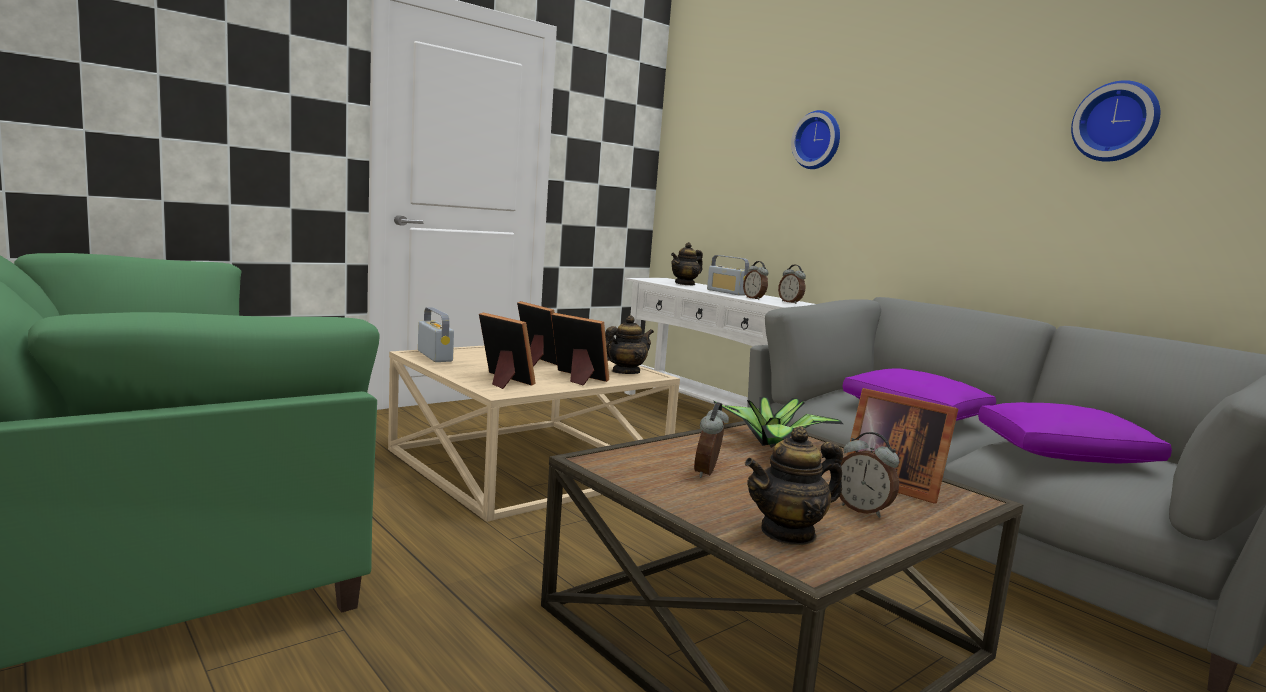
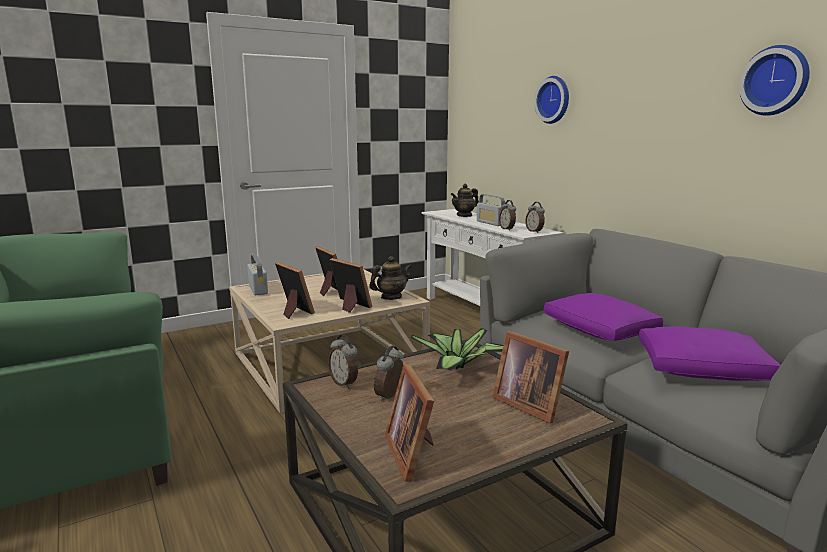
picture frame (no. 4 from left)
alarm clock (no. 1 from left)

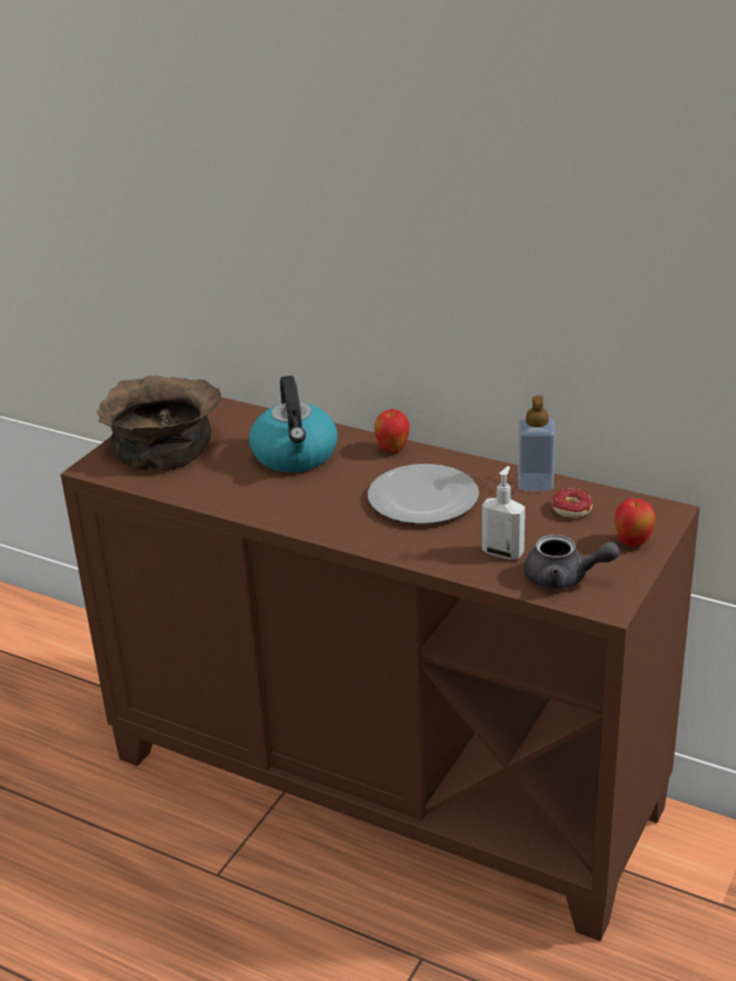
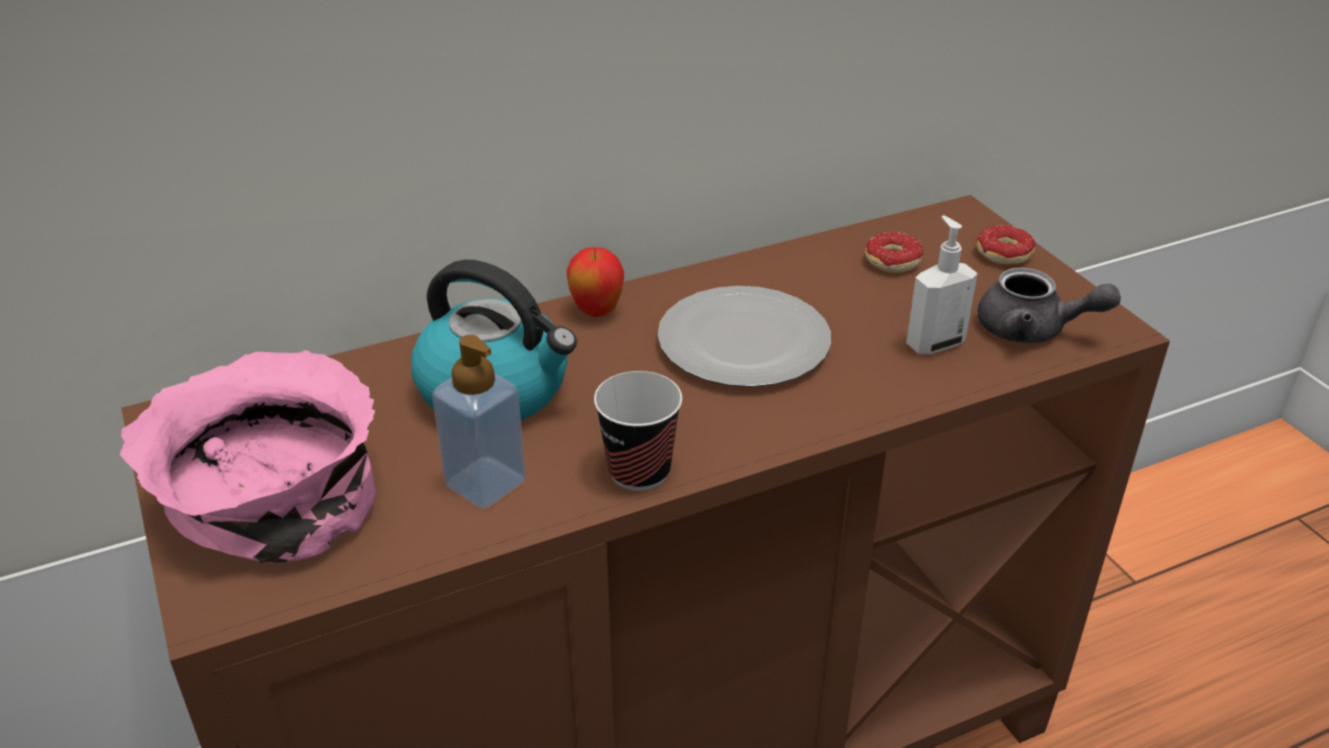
bowl in pink
soap dispenser (no. 1 from left)
donut (no. 2 from left)
teapot in grey
cup

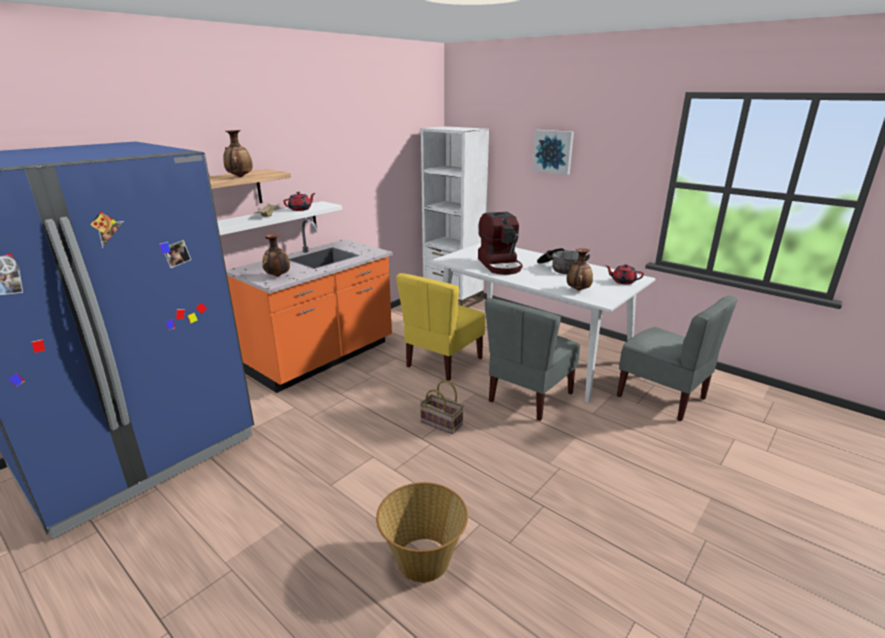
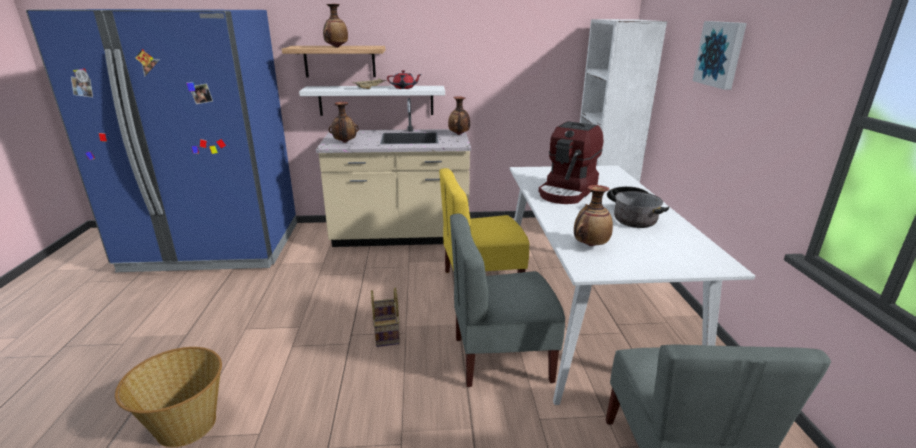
counter in beige
teapot in red (no. 2 from left in the first image)
vase (no. 3 from left)

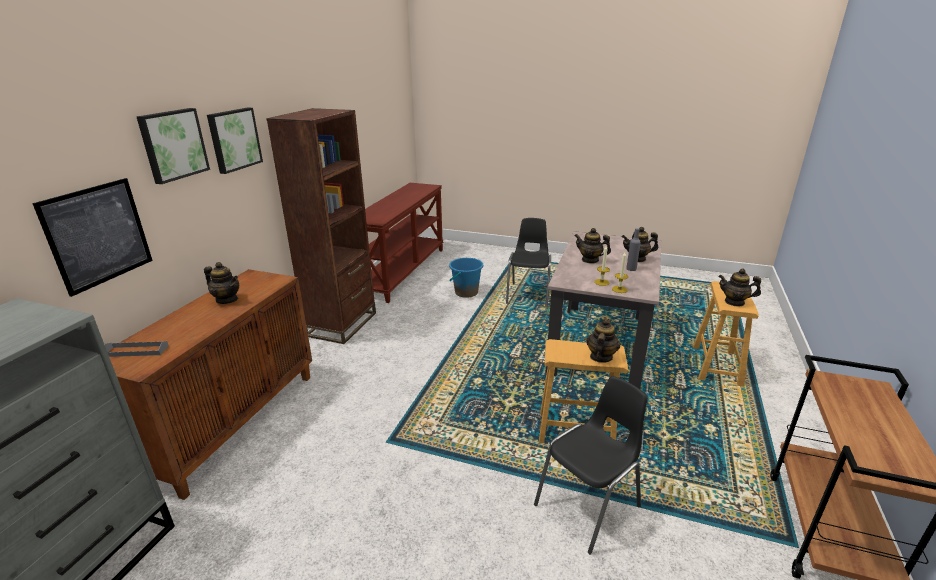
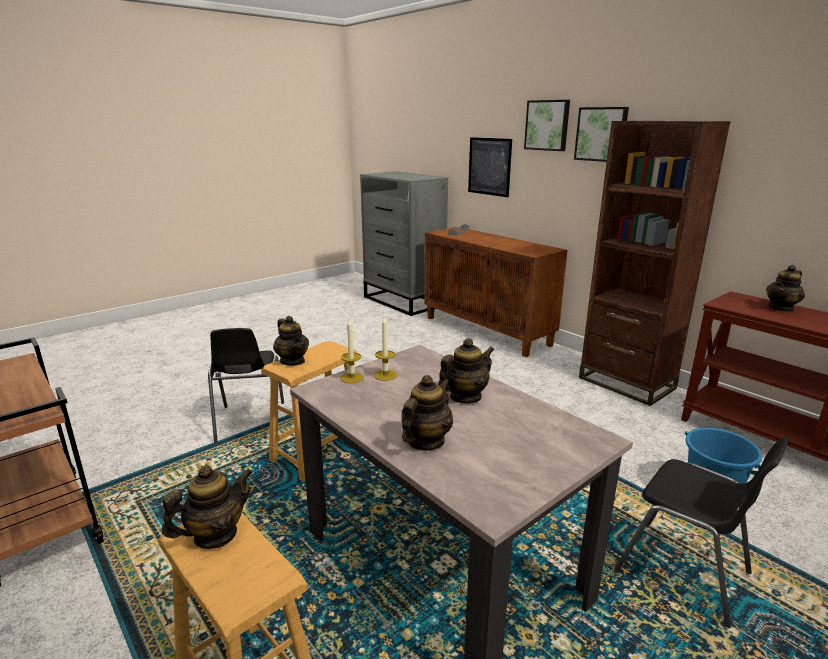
bottle in grey
teapot (no. 5 from left)

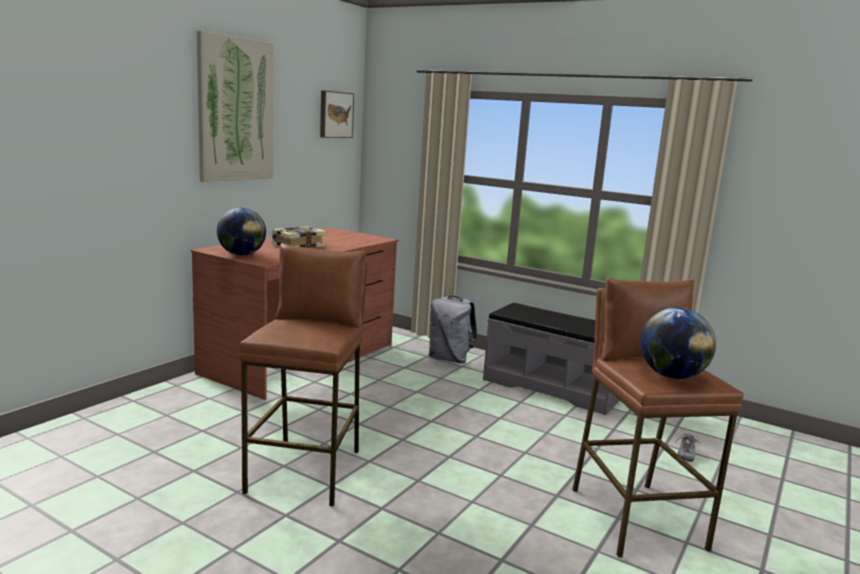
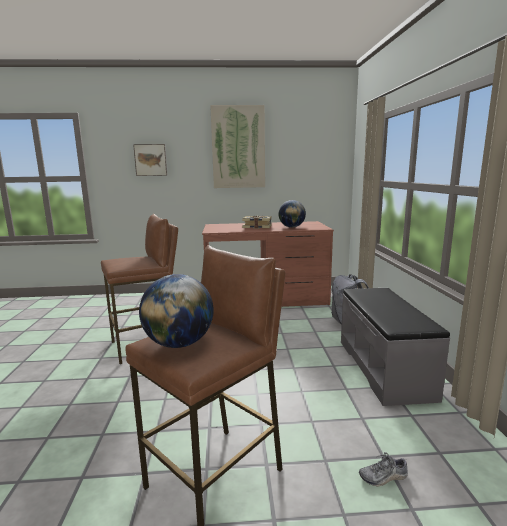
picture (no. 1 from left)
globe (no. 2 from left)

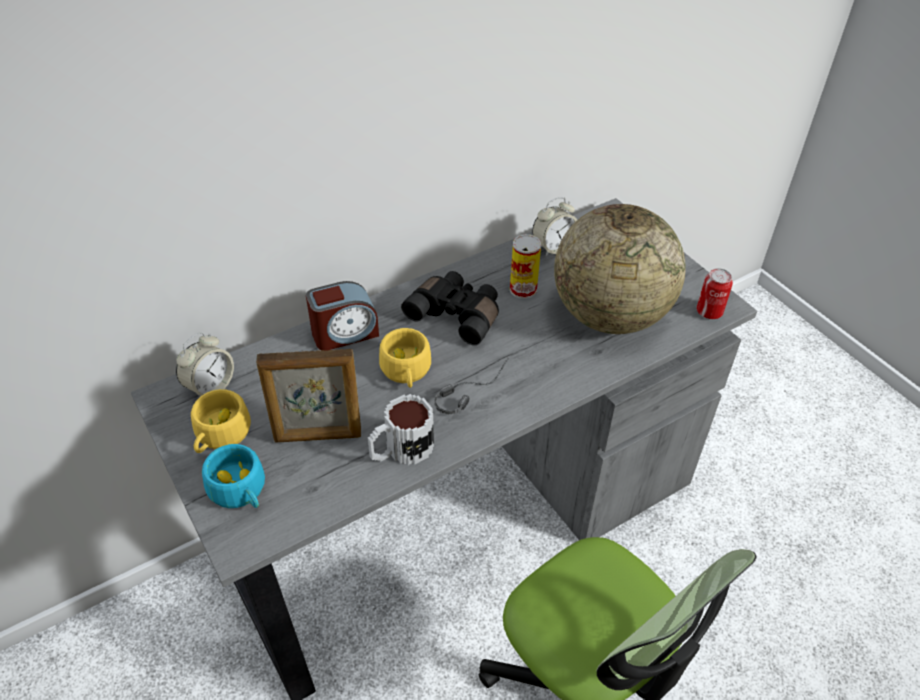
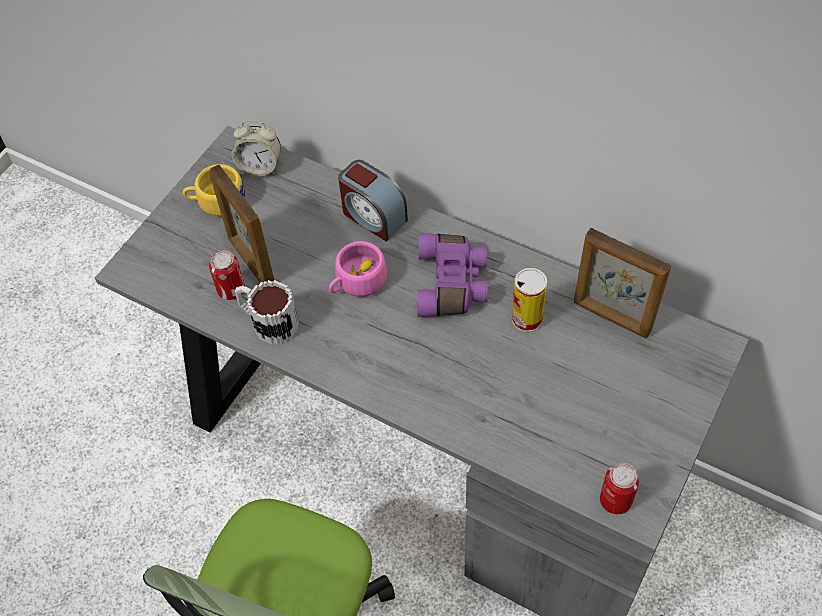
picture frame (no. 2 from left)
globe
binoculars in purple
cup in pink
headphones
cup in turquoise
can (no. 1 from left)

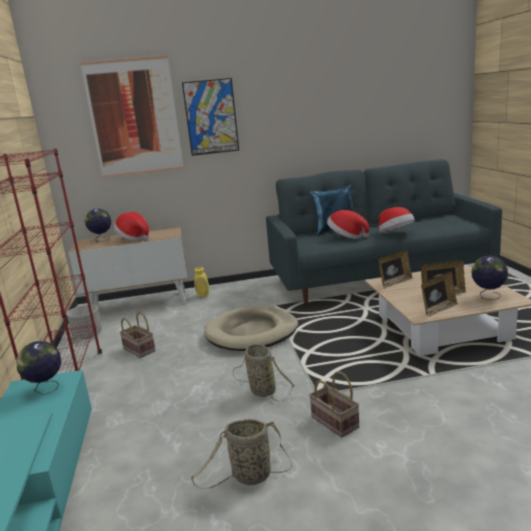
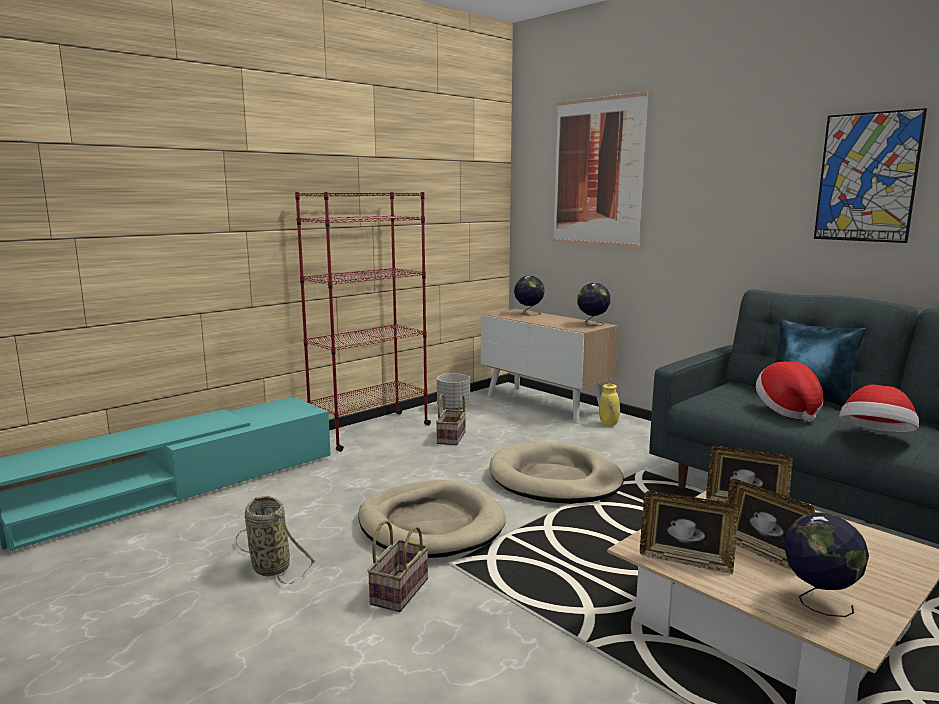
picture (no. 2 from left)
hat (no. 1 from left in the first image)
globe (no. 2 from left)
dog bed in beige (no. 1 from left)

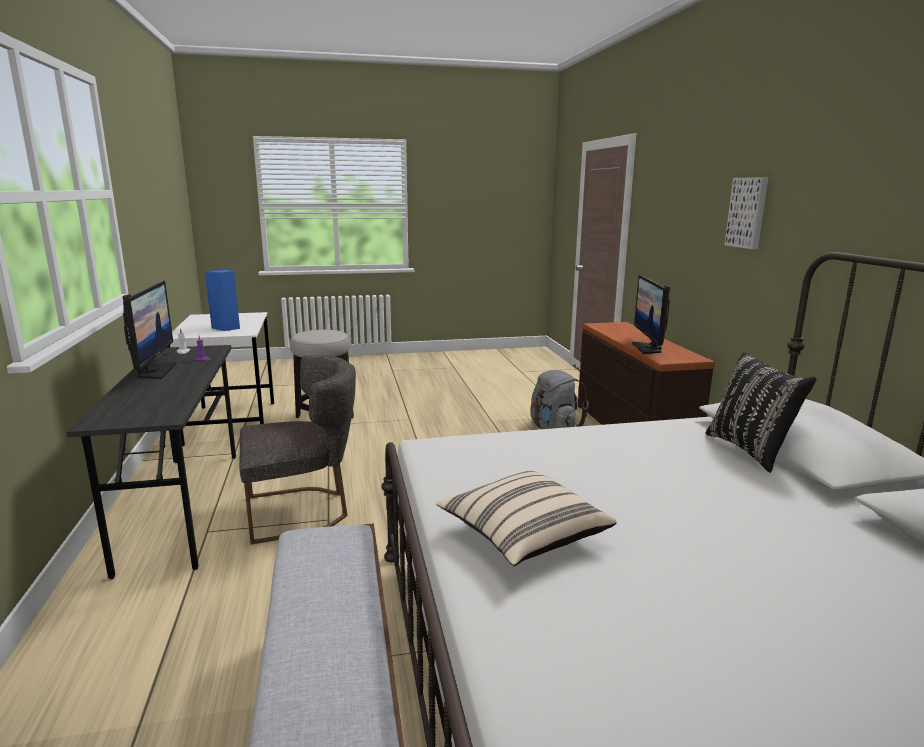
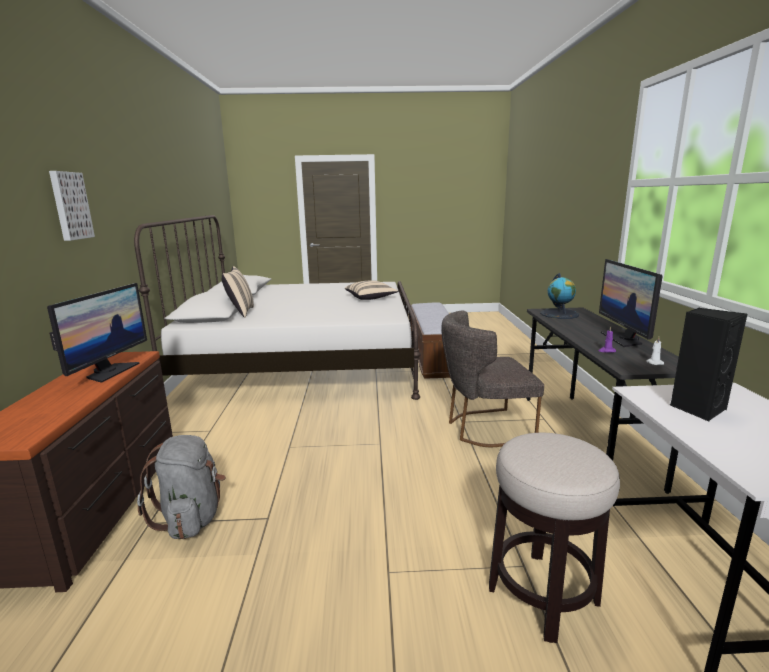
speaker in black
pillow in beige (no. 1 from left)
globe

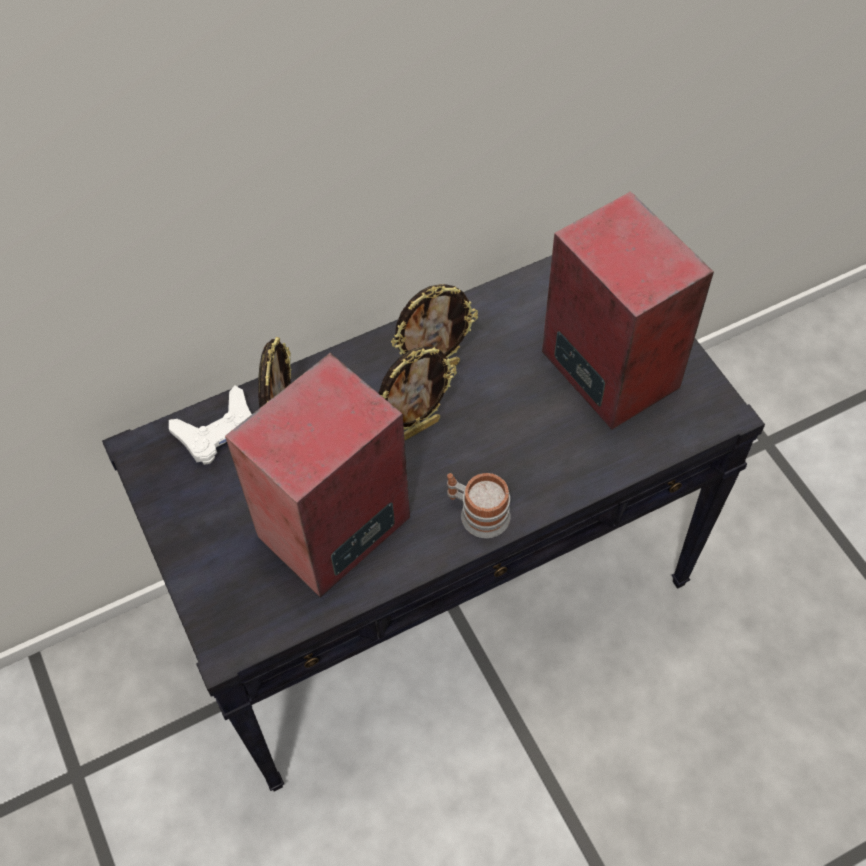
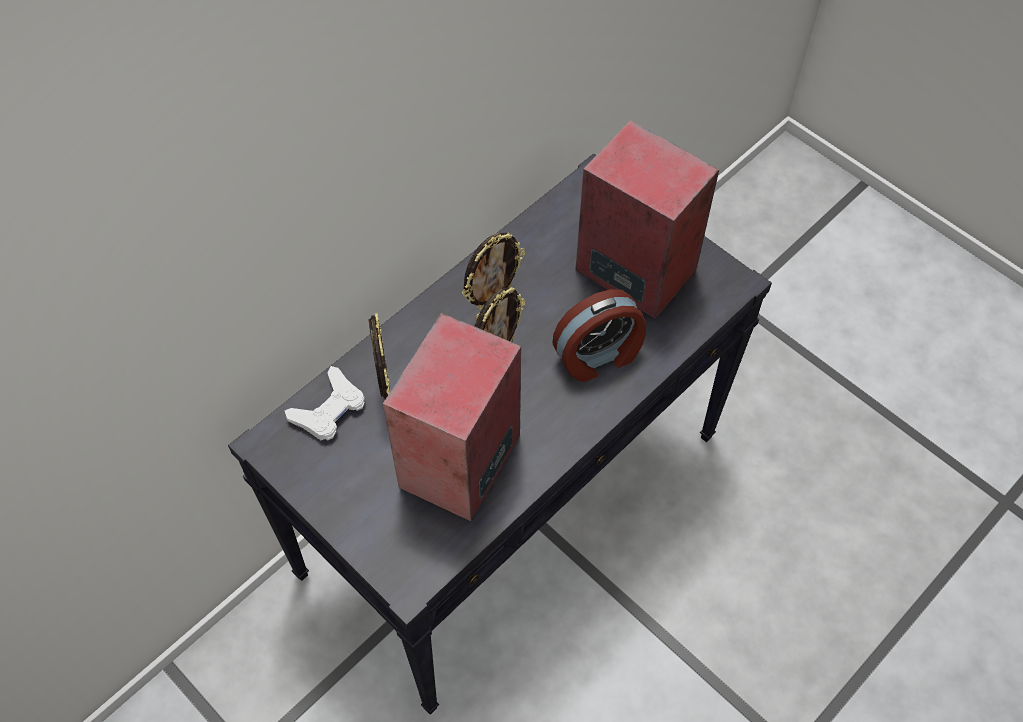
mug
alarm clock

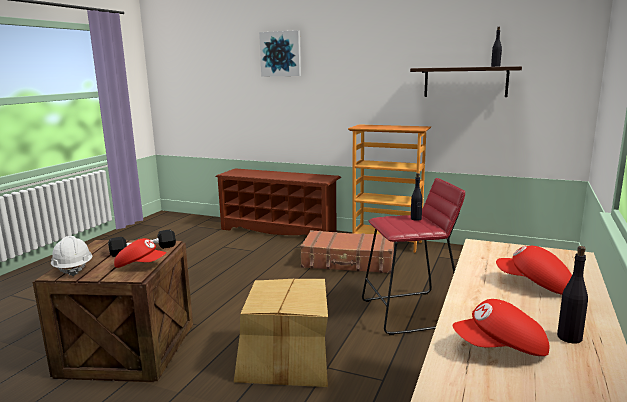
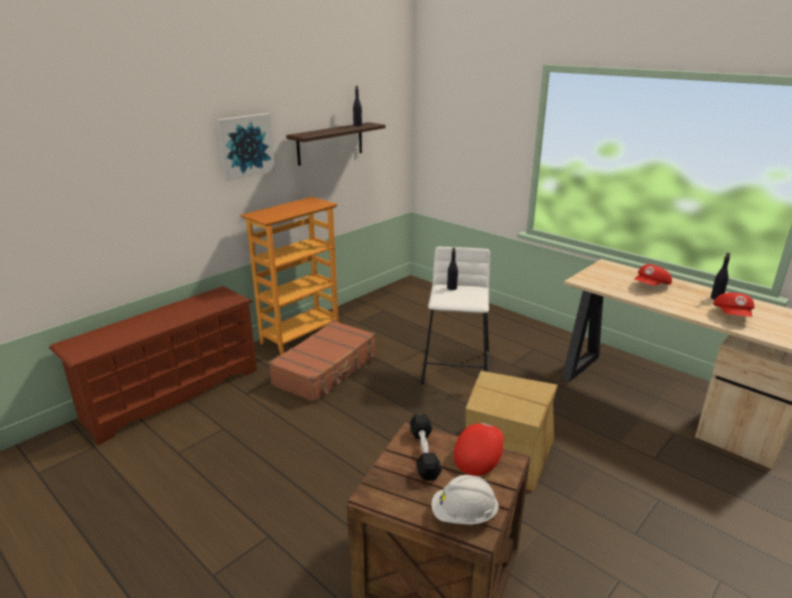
picture
stool in white

